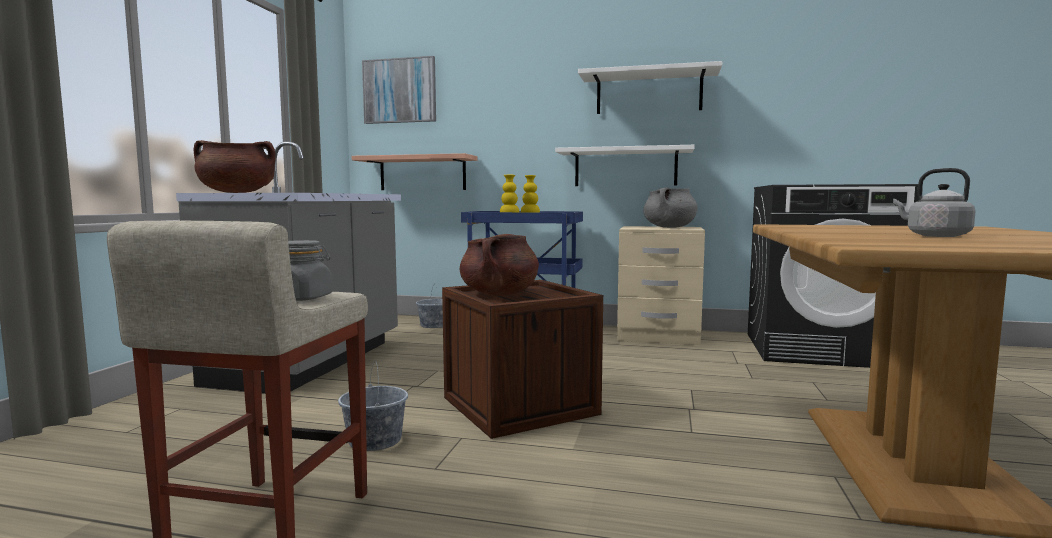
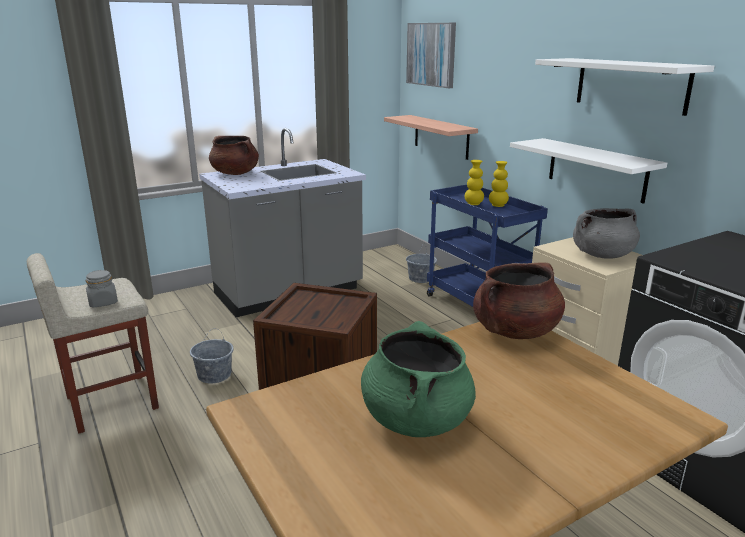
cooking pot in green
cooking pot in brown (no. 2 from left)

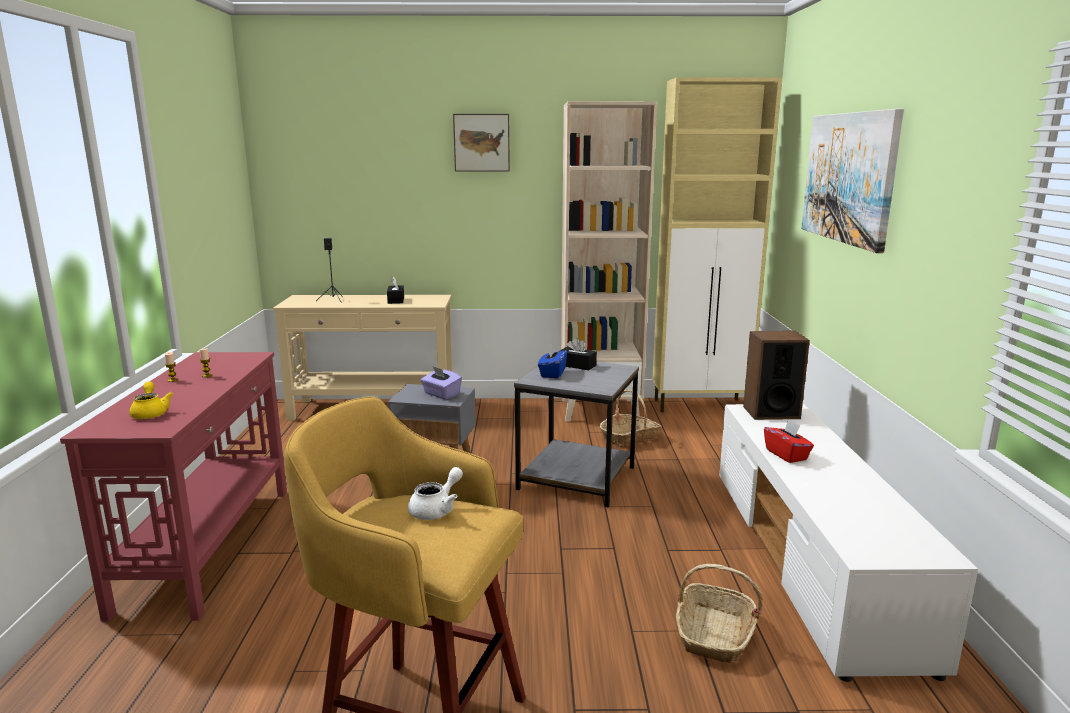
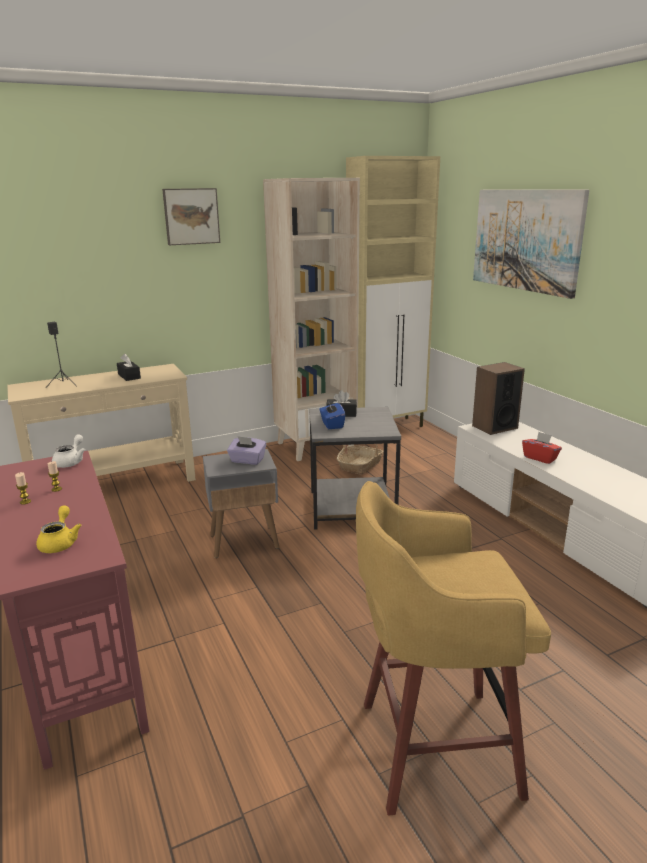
teapot in yellow
teapot in white
basket (no. 2 from left in the first image)

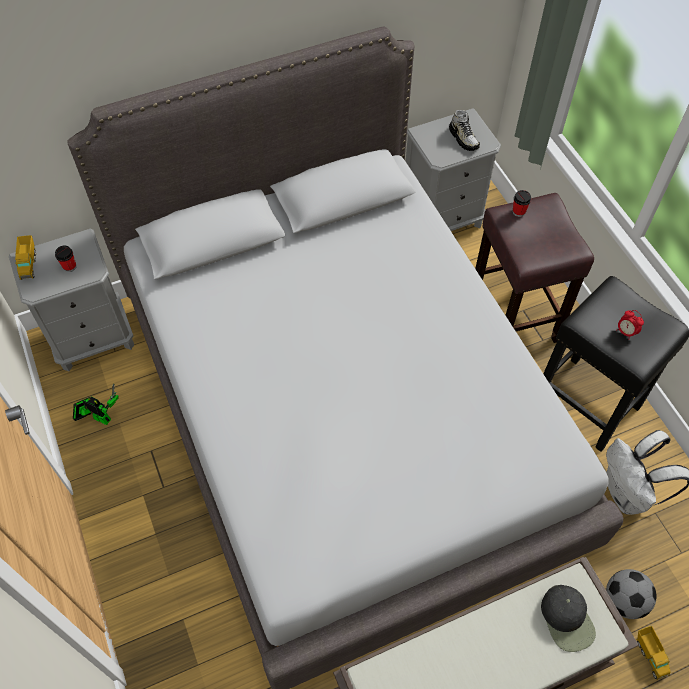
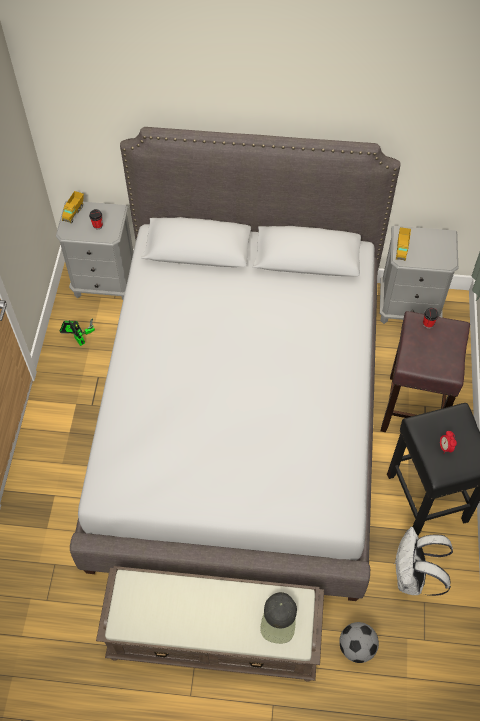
shoe
toy truck (no. 2 from left)

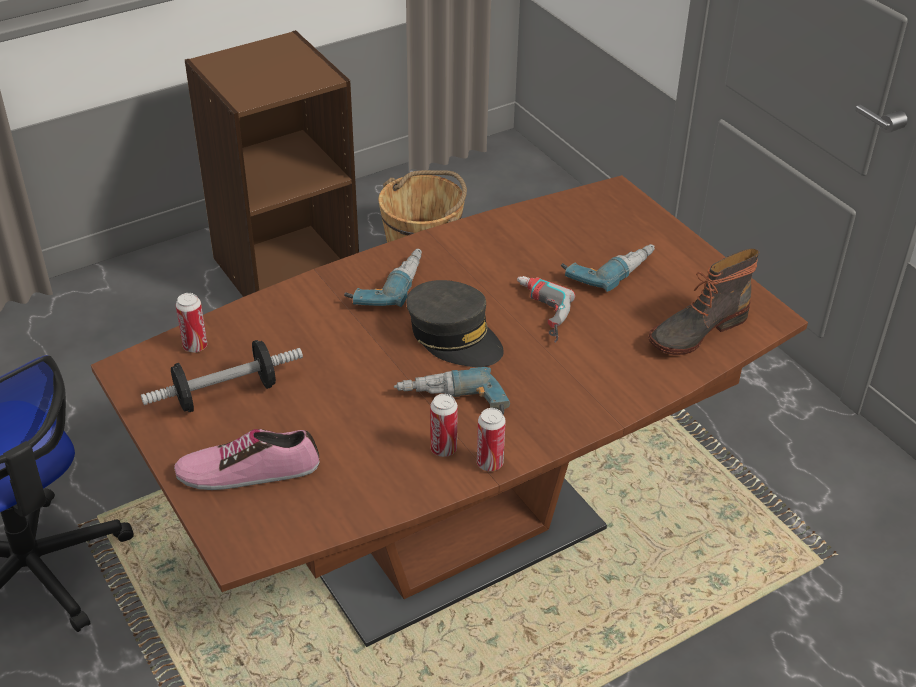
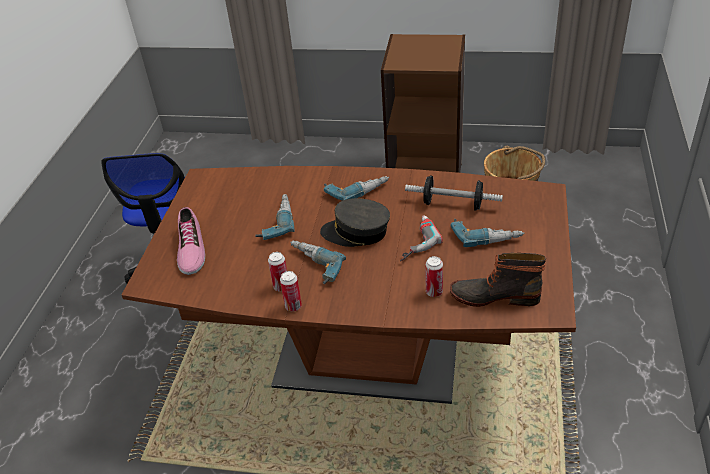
cap in grey
can (no. 3 from left)
dumbbell
shoe
power drill (no. 1 from left)

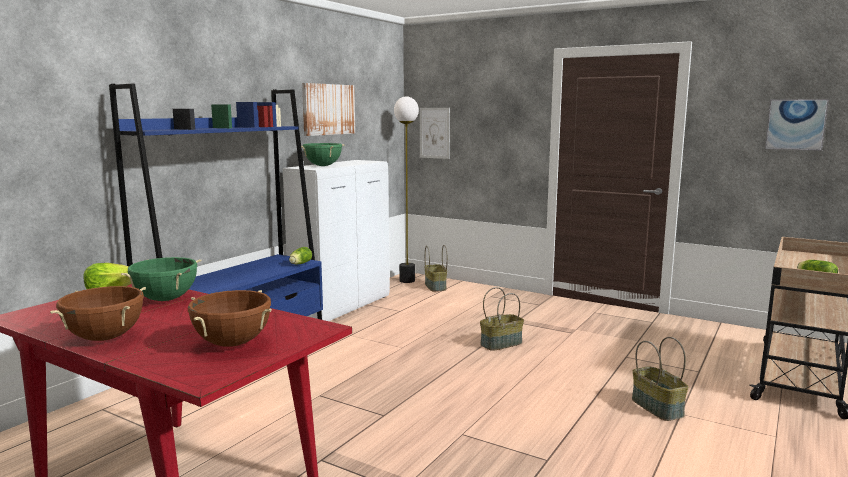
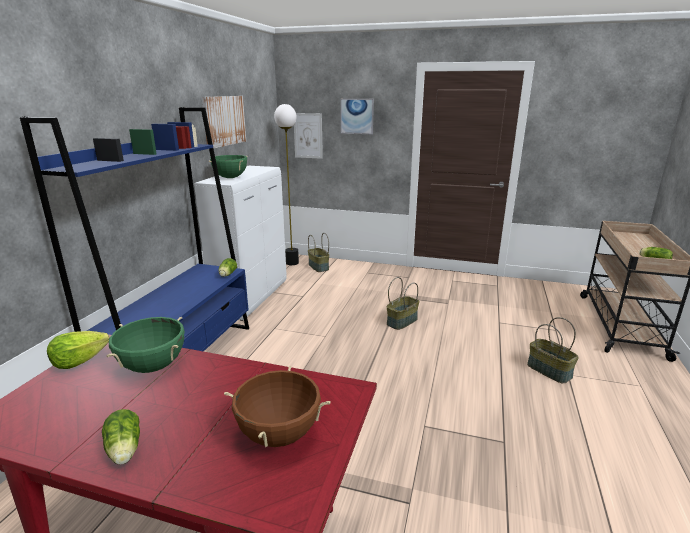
picture (no. 3 from left)
lettuce (no. 2 from left)

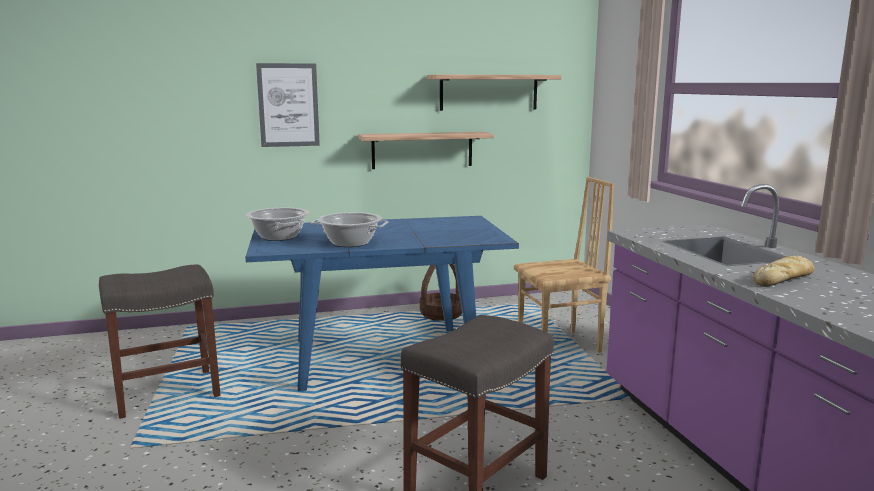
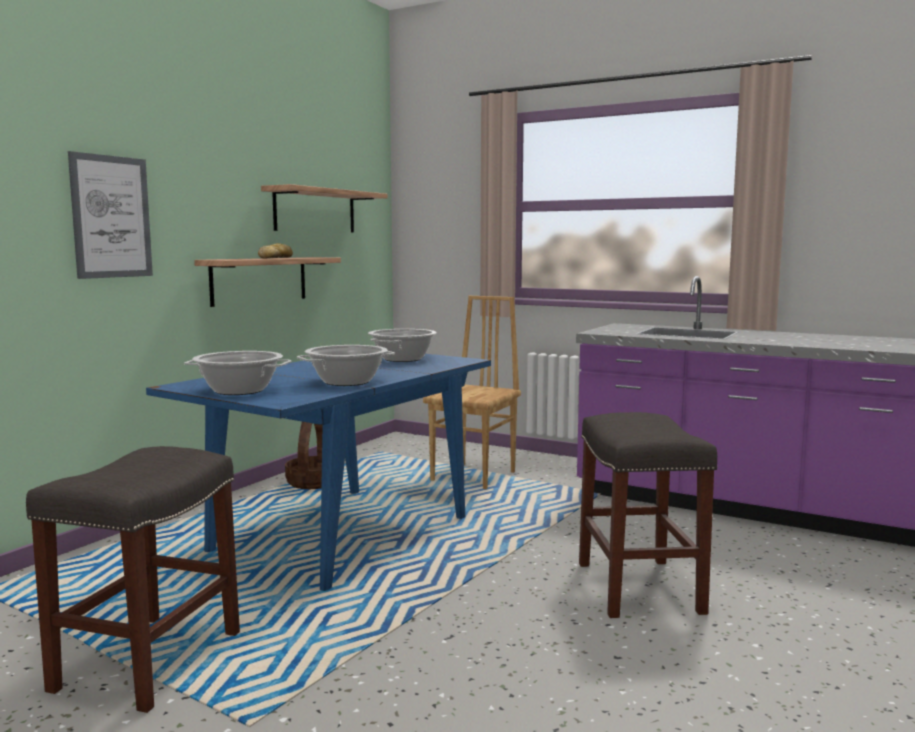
bread
cooking pot (no. 3 from left)

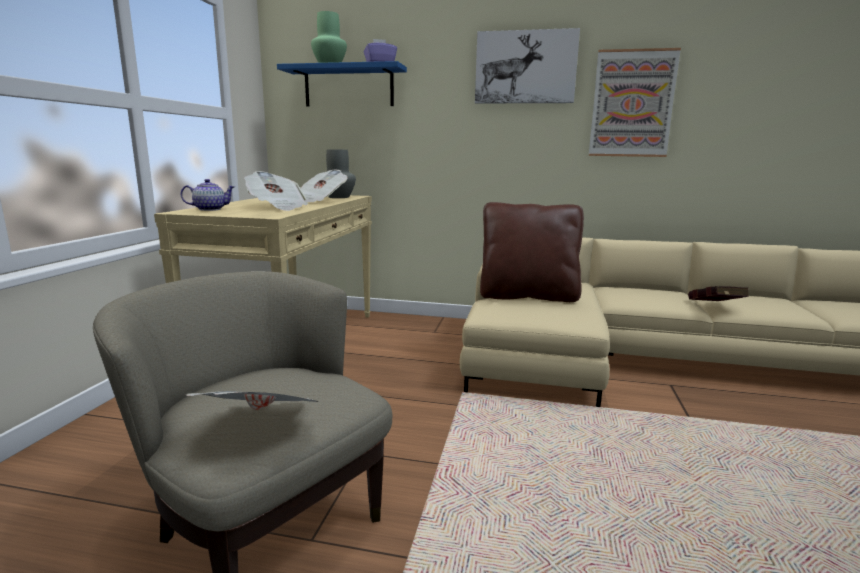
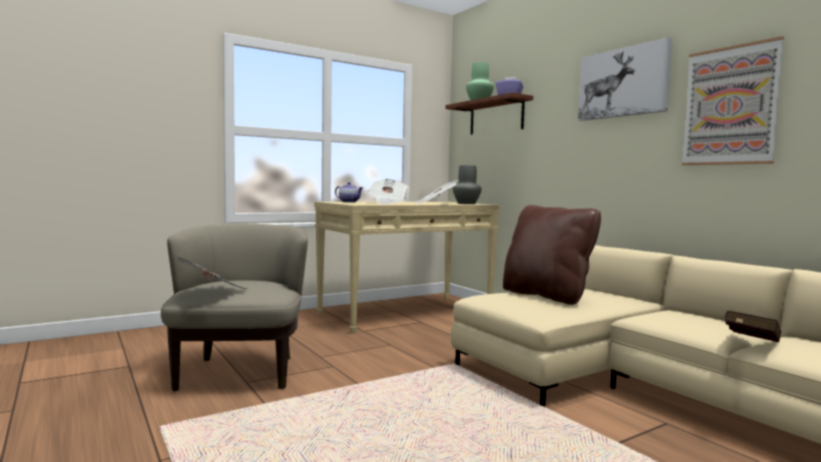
shelf in brown

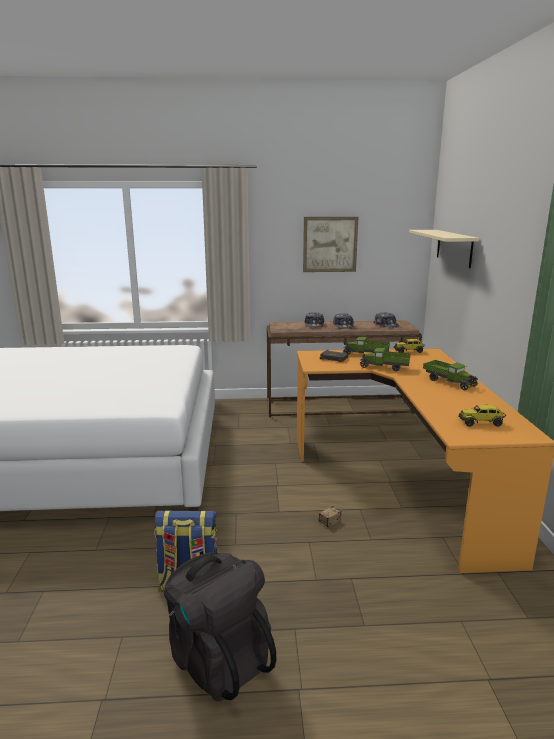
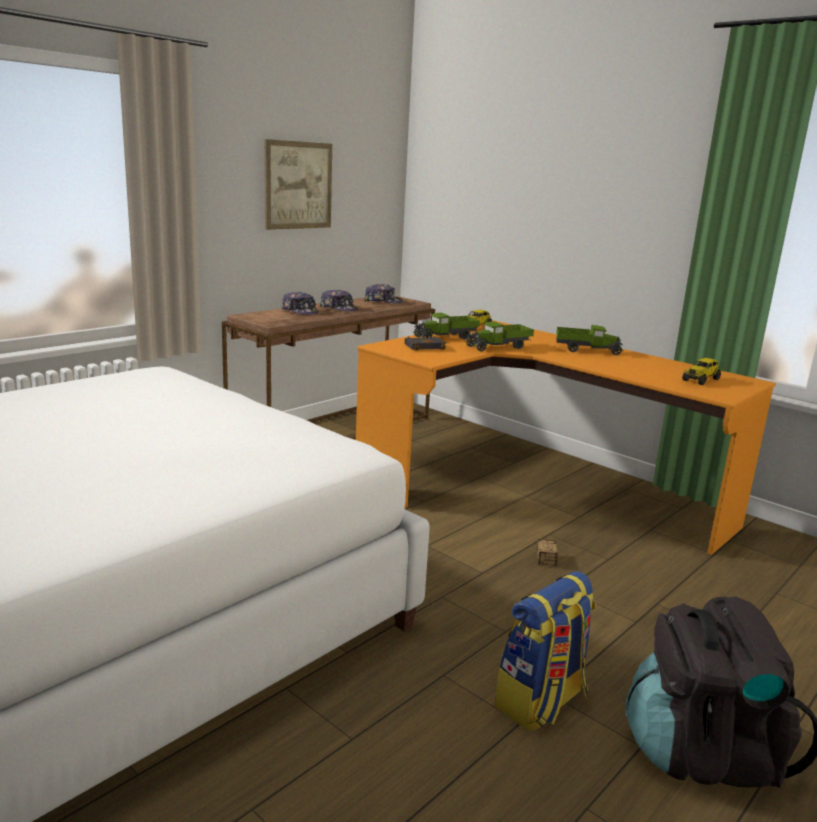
shelf in beige

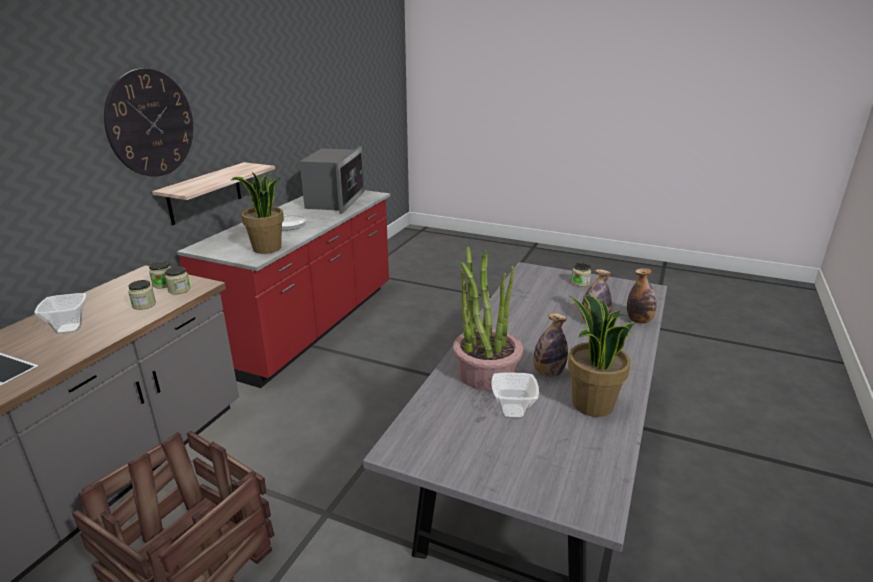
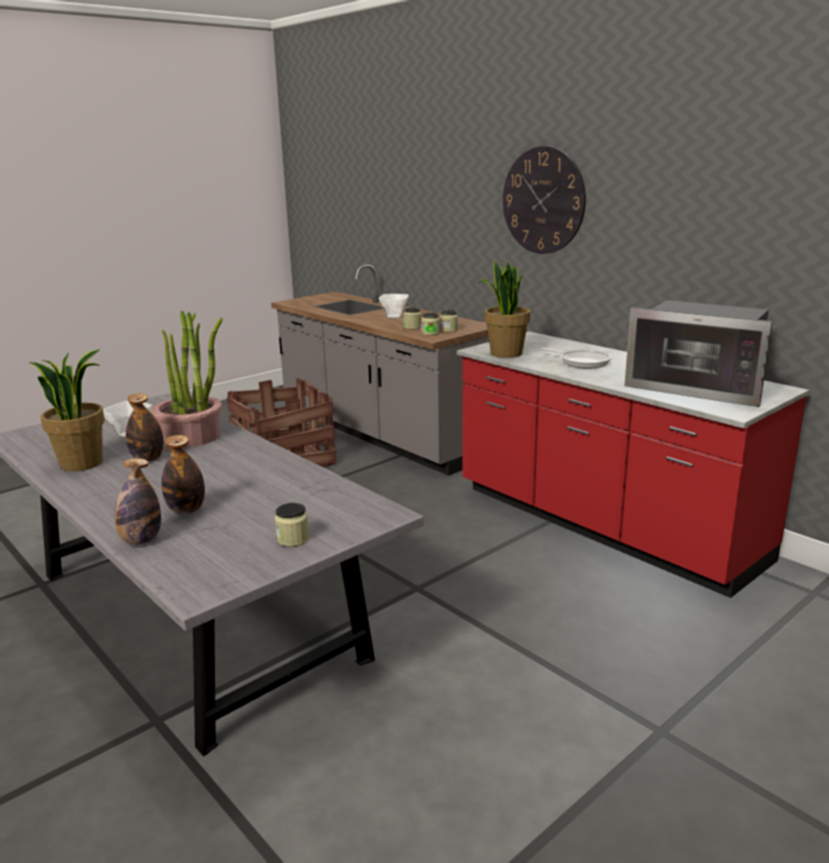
shelf

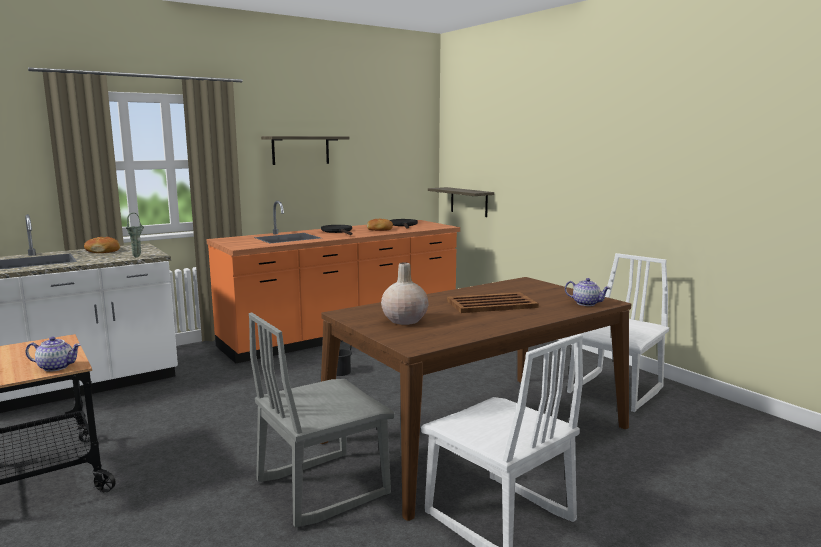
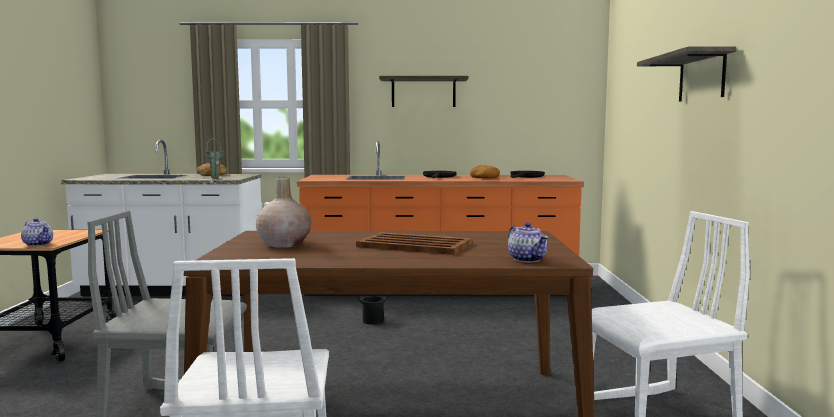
shelf (no. 2 from left)

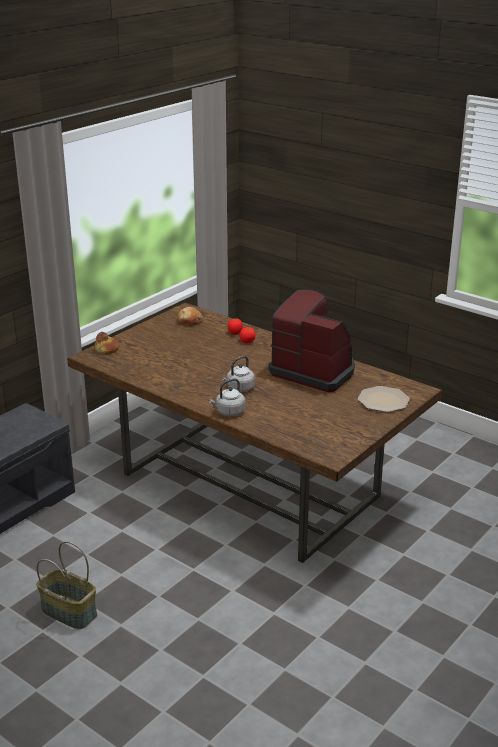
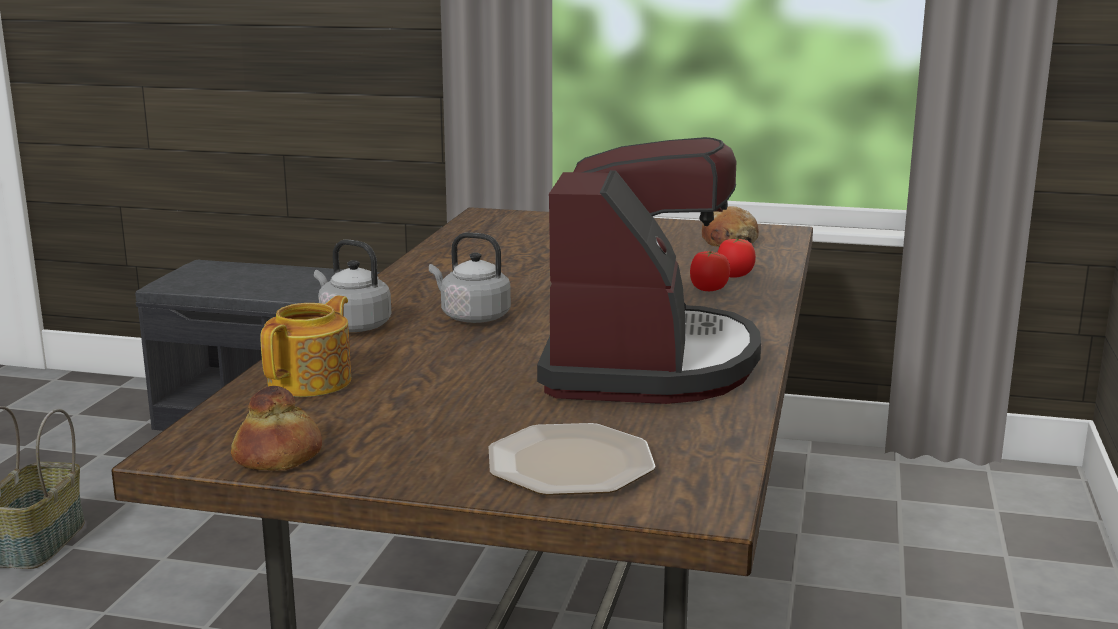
bread (no. 1 from left)
teapot

